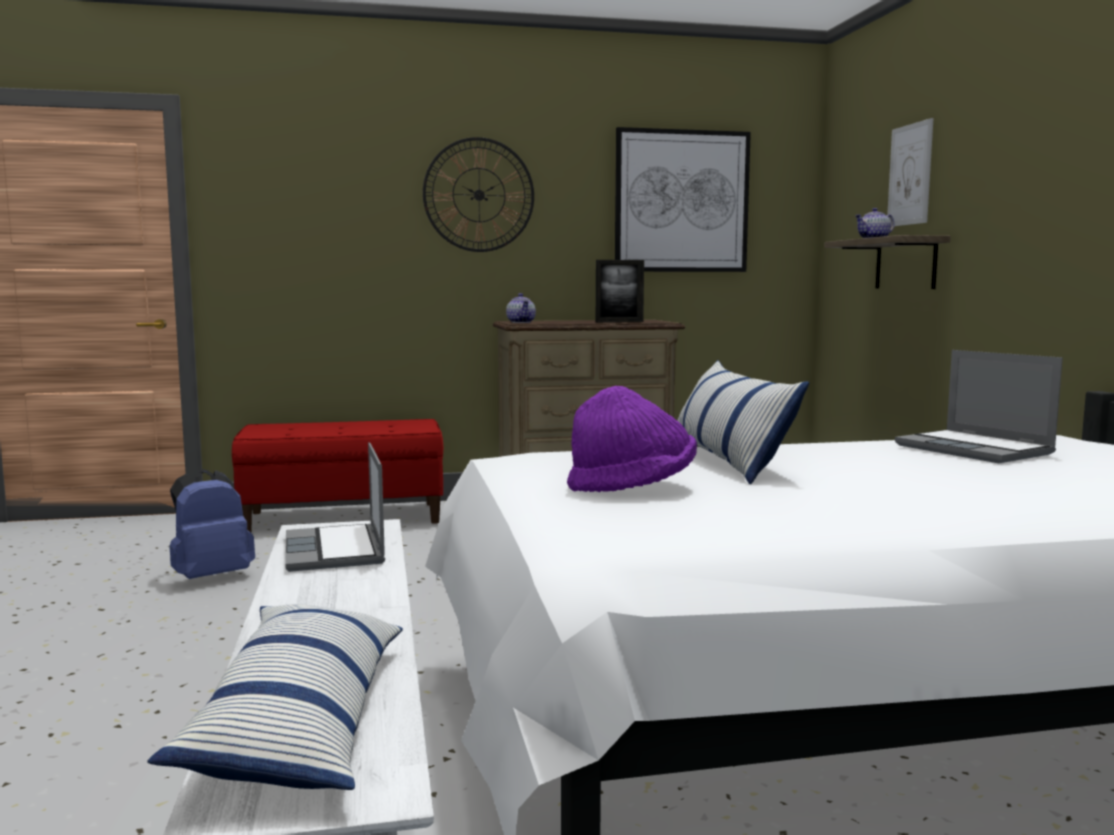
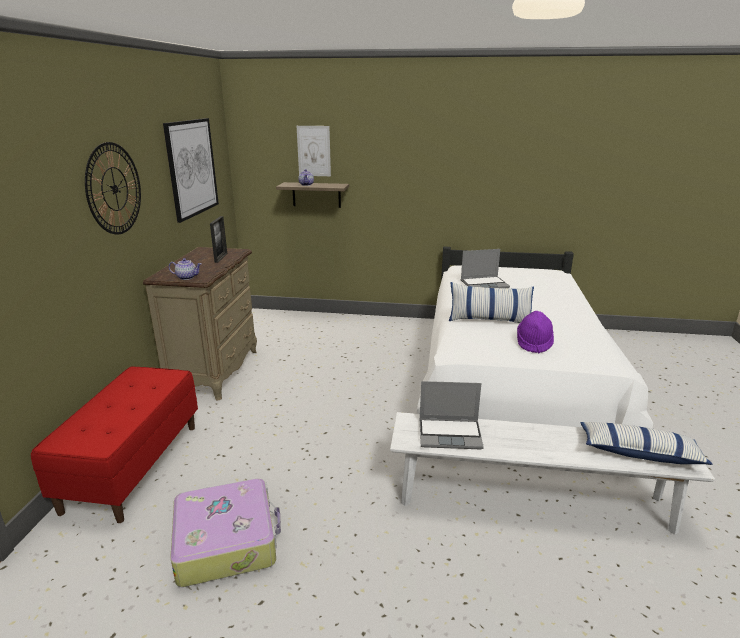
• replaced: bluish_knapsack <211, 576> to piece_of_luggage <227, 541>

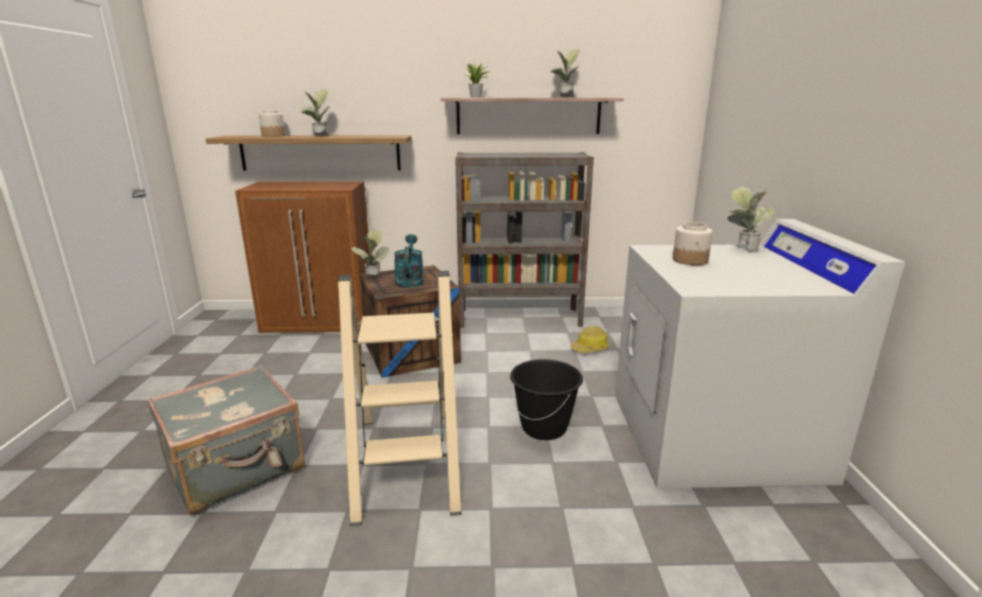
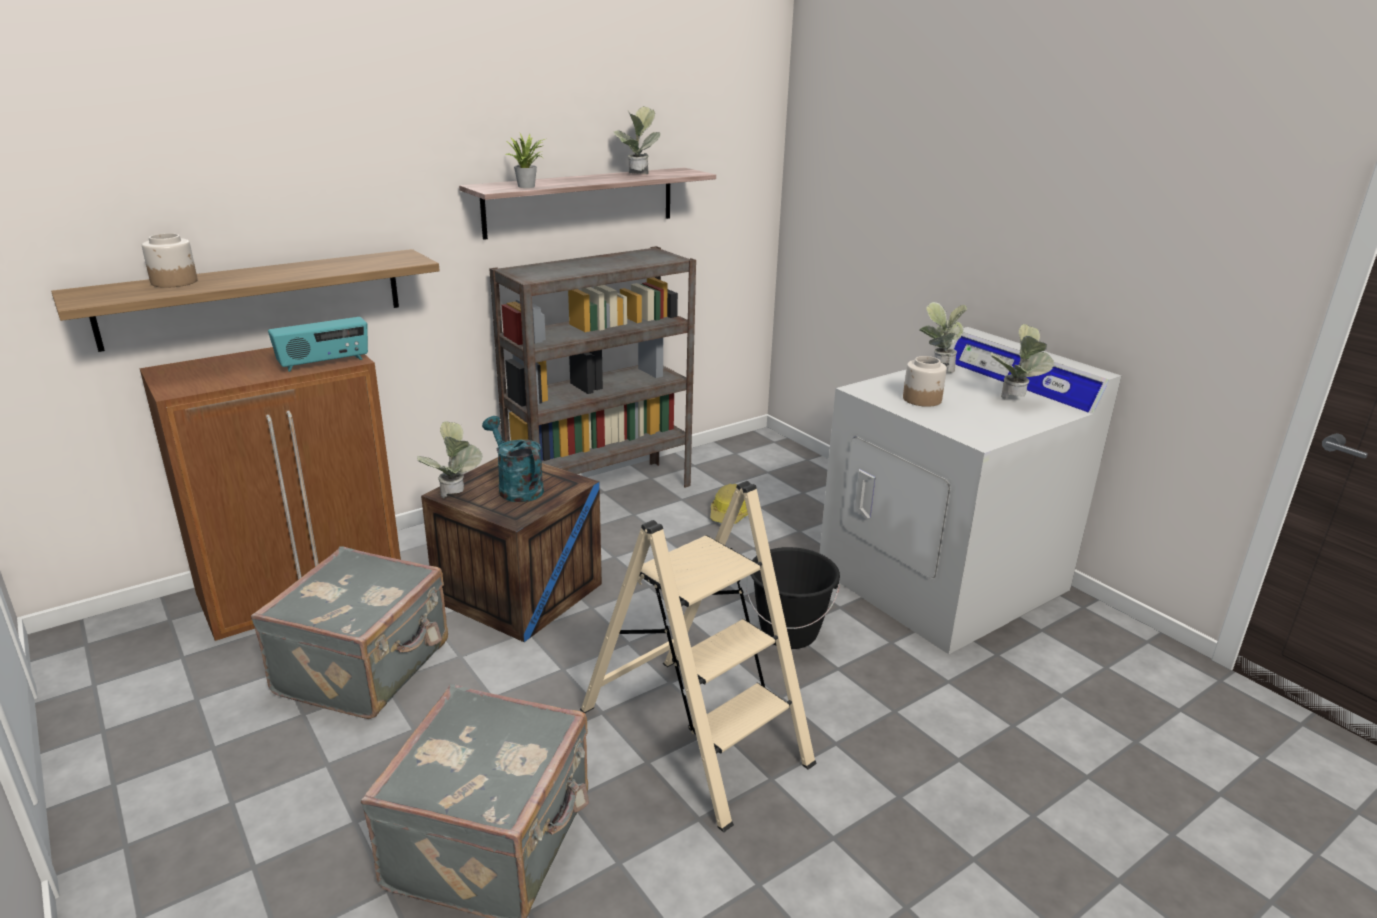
• added: greyish_piece_of_luggage <366, 668>
• added: radio_receiver <324, 363>
• moved: plant_in_a_pot <318, 136> to <1015, 401>

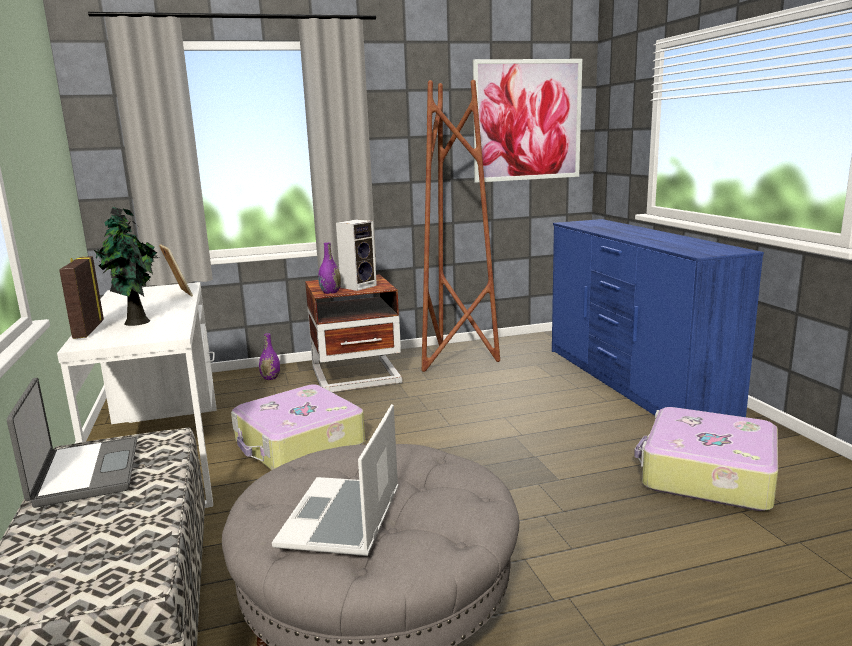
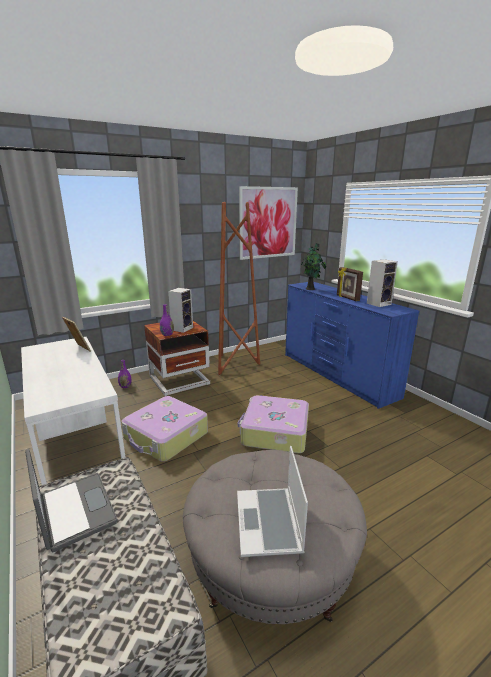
• moved: piece_of_luggage <706, 474> to <274, 432>
• moved: plant_in_a_pot <138, 322> to <311, 289>
• moved: standing_frame <87, 330> to <347, 298>
• added: loudspeaker <379, 303>

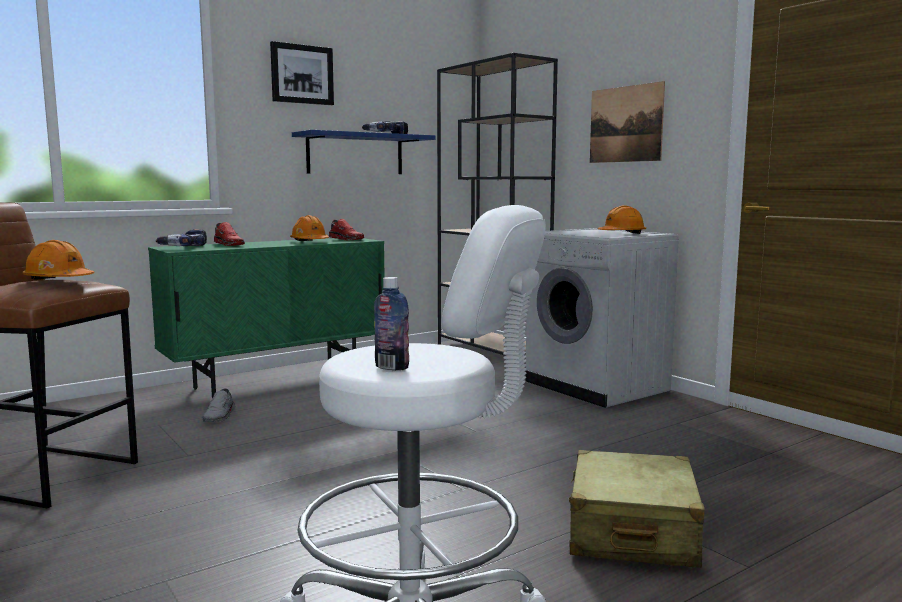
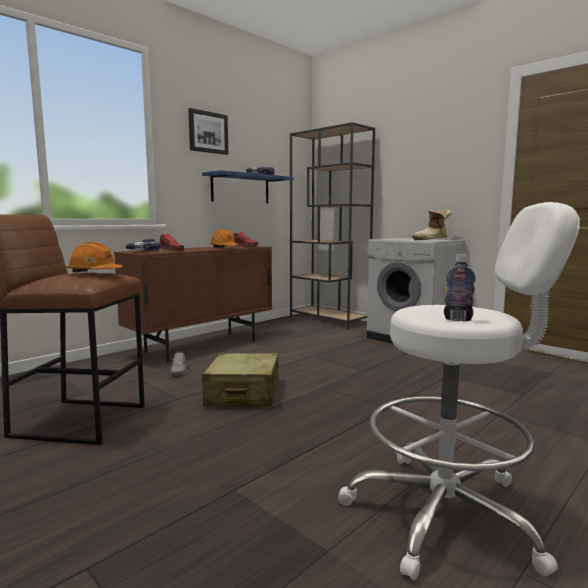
• recoloured: greenish_storage_cabinet <277, 383> to brown_storage_cabinet <202, 346>
• moved: sand-coloured_piece_of_luggage <632, 531> to <243, 394>
• replaced: orange_hard_hat <622, 234> to boot <432, 240>
• removed: wall_art <625, 124>

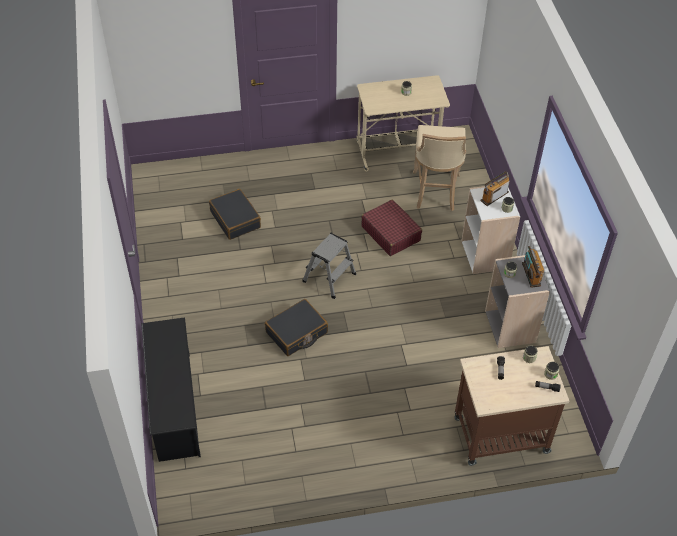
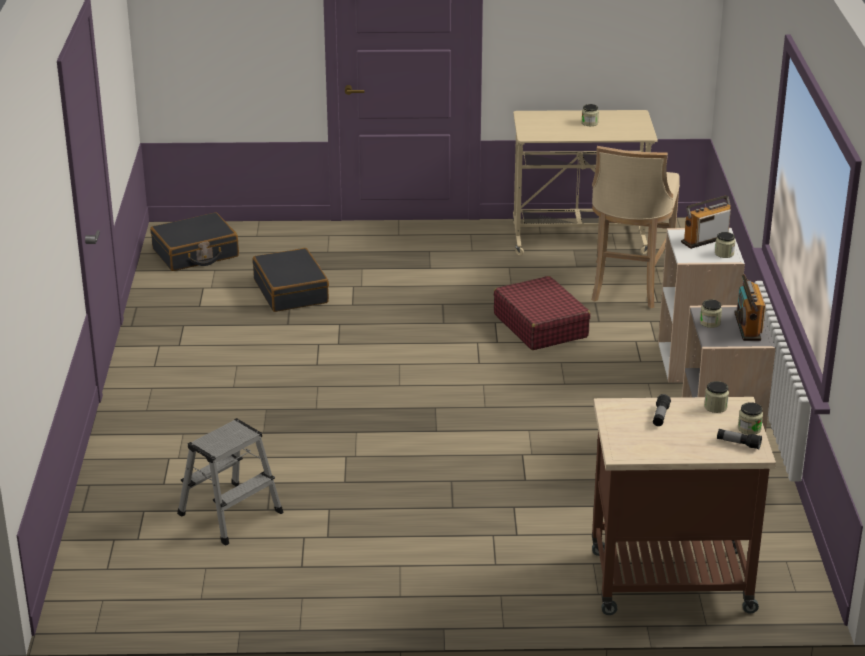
• moved: blackish_piece_of_luggage <296, 333> to <195, 253>
• moved: greyish_step_ladder <329, 277> to <230, 512>
• removed: blackish_shoe_shelf <174, 406>

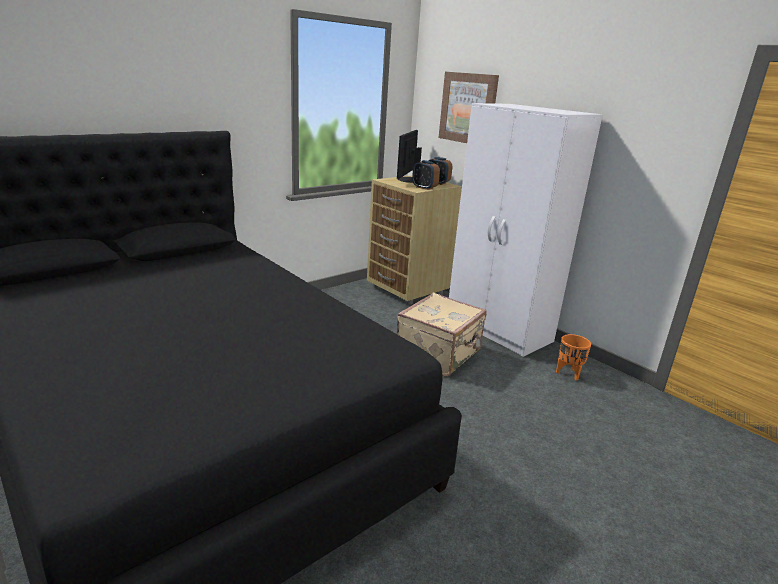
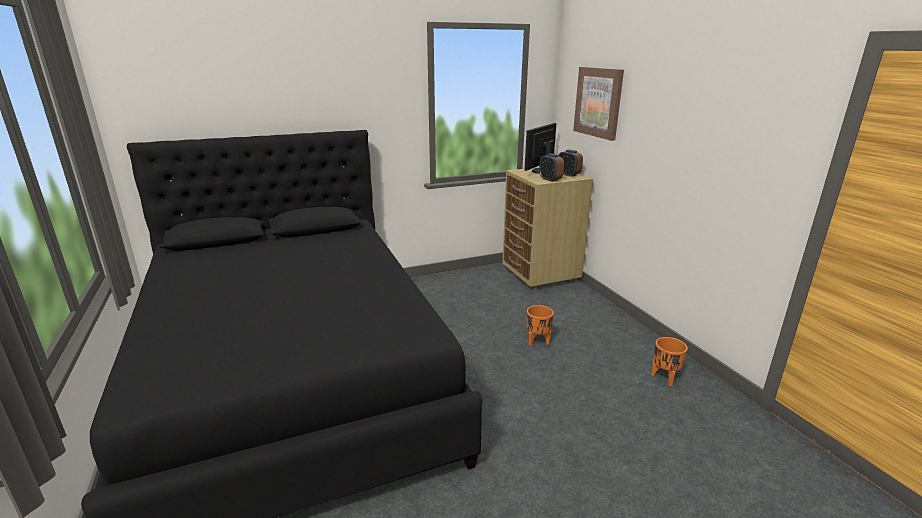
• replaced: sand-coloured_piece_of_luggage <439, 354> to orange_flower_pot <537, 341>
• removed: whitish_armoire <499, 330>

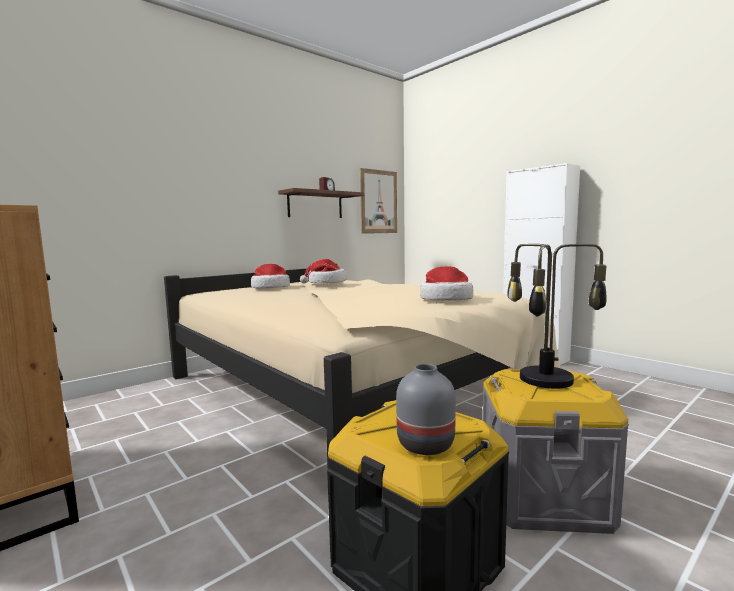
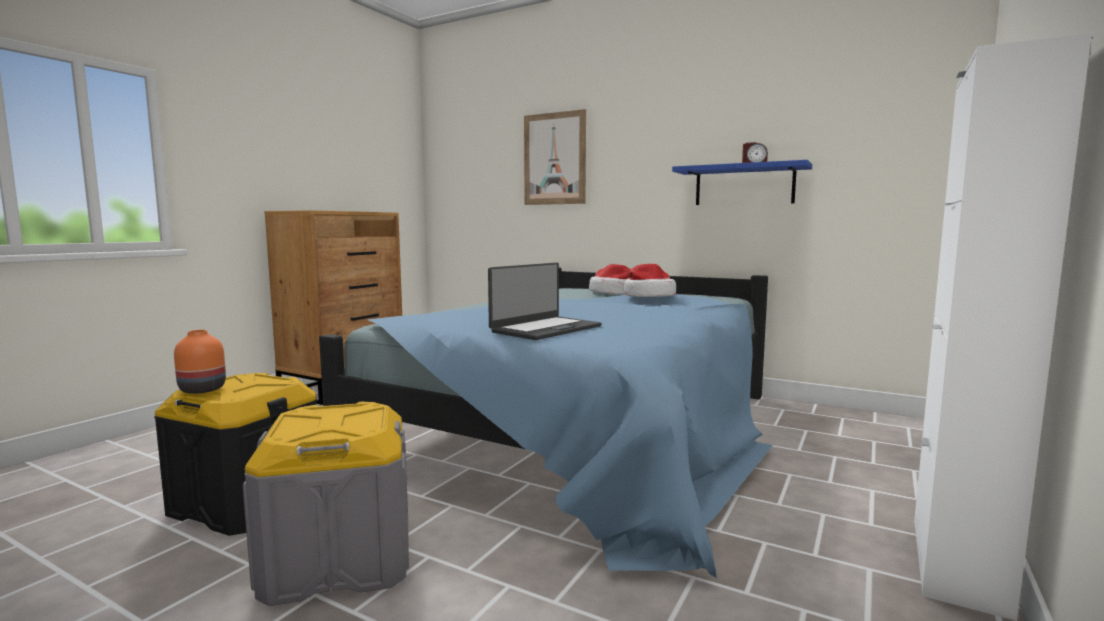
• recoloured: greyish_flower_vase <427, 444> to orange_flower_vase <202, 390>
• recoloured: sand-coloured_sleeping_bed <350, 387> to bluish_sleeping_bed <587, 431>
• replaced: wearable_hat <445, 299> to laptop <545, 329>
• moved: wall_art <378, 202> to <554, 159>
• recoloured: brown_wall_shelf <315, 205> to bluish_wall_shelf <744, 185>
• removed: tabletop_lamp <545, 379>

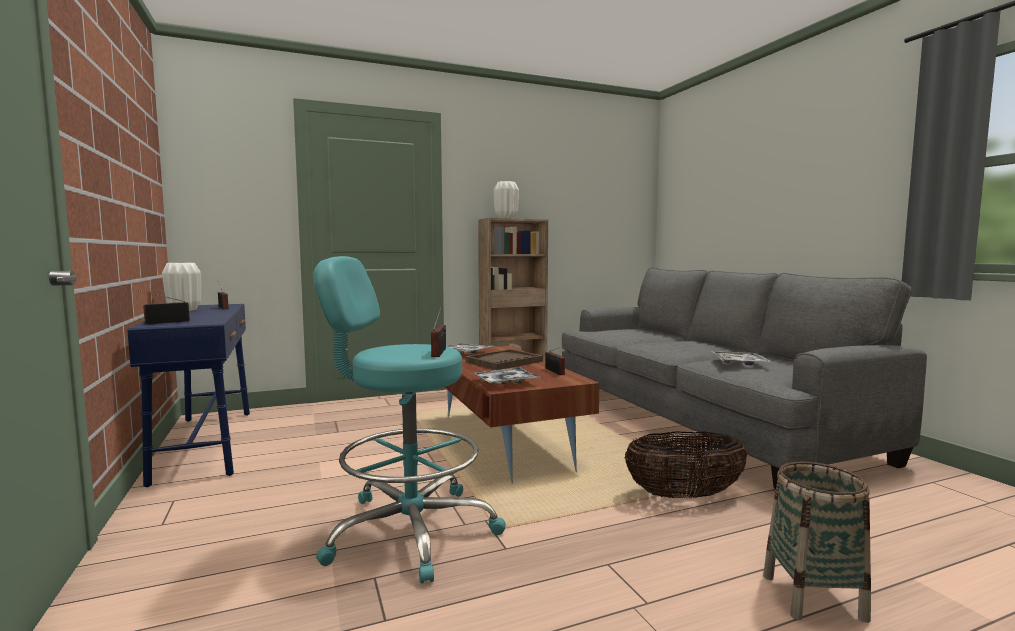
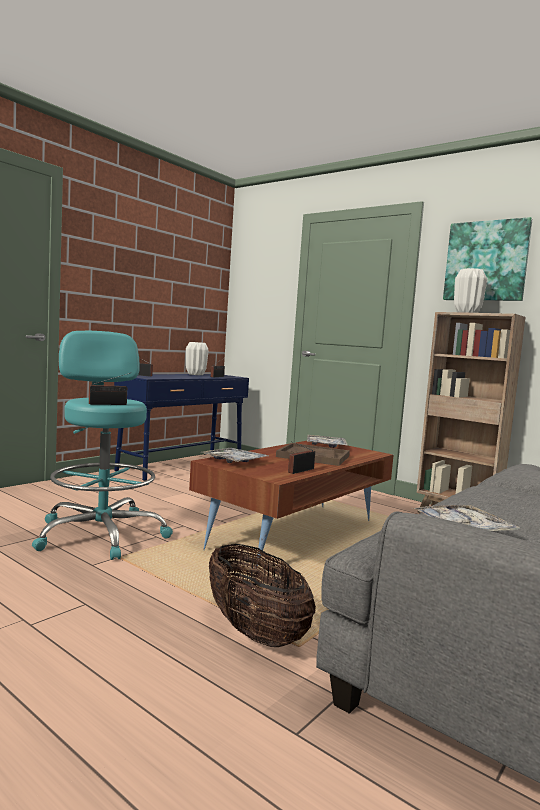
• added: wall_art <486, 261>
• removed: household_basket <813, 597>

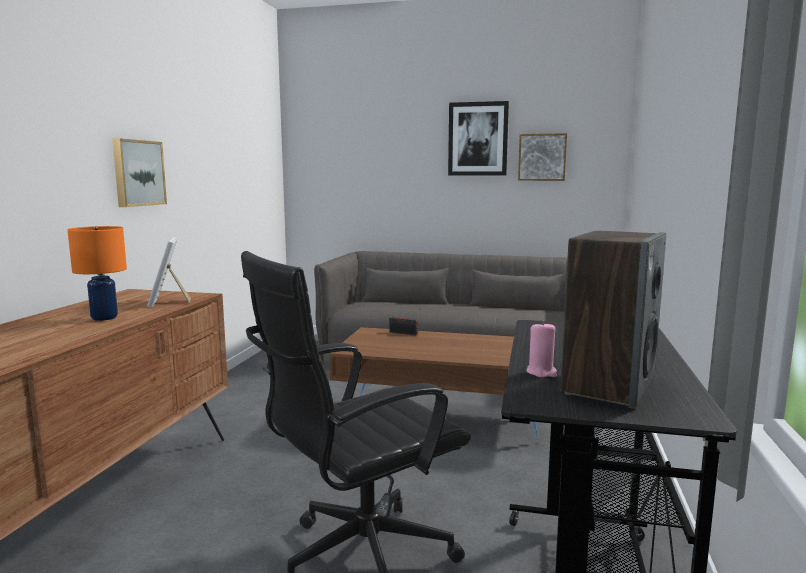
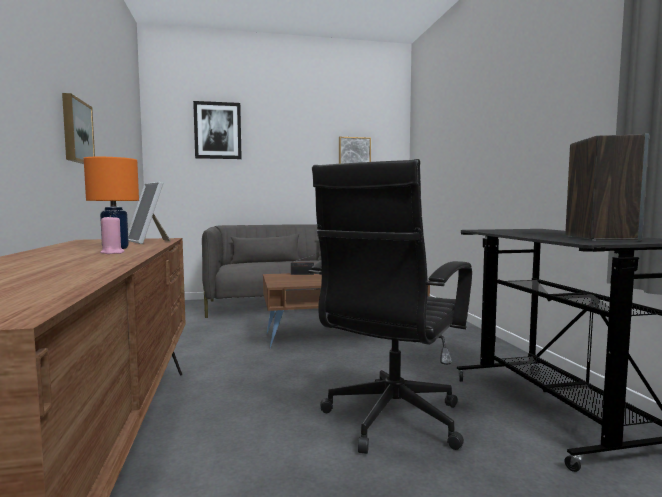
• moved: pink-coloured_candle <541, 372> to <112, 253>
• moved: wall_art <478, 139> to <217, 130>

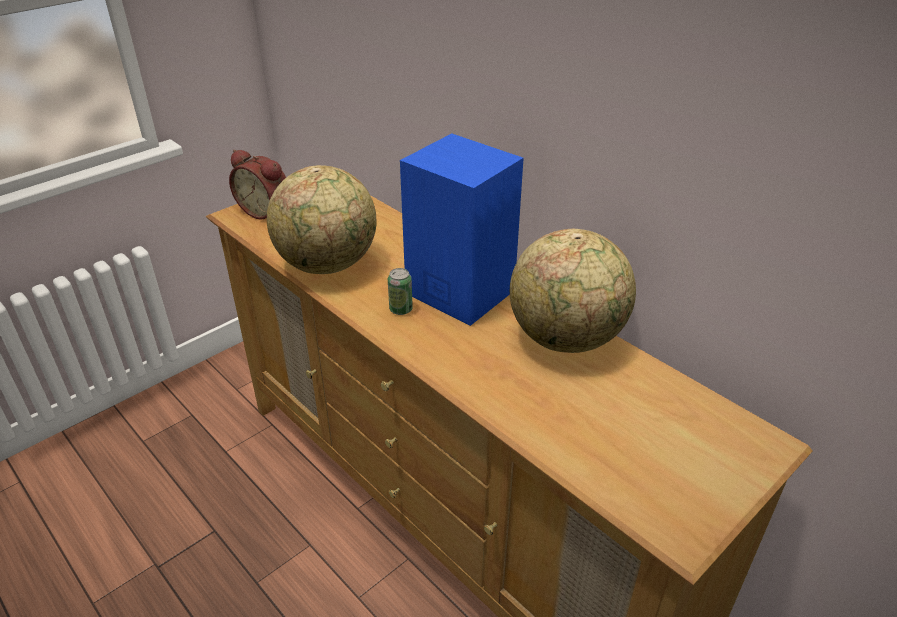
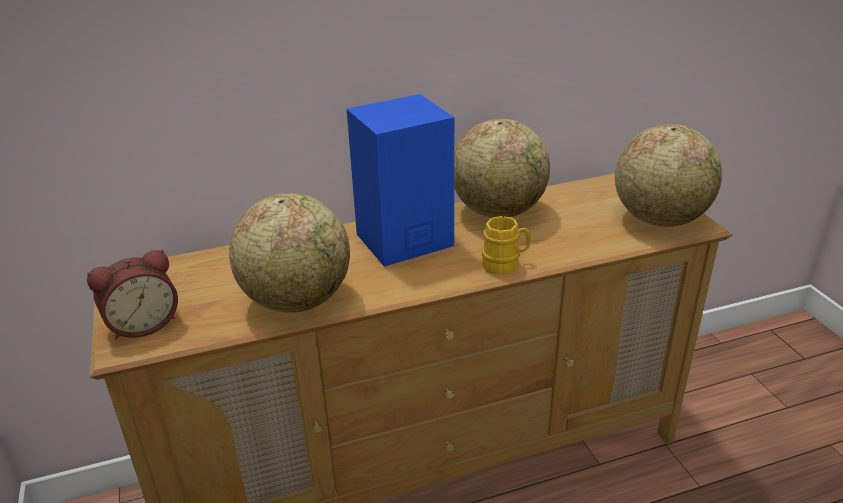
• added: yellow_coffee_mug <505, 264>
• added: globe <659, 219>
• removed: sealed_can <401, 309>

